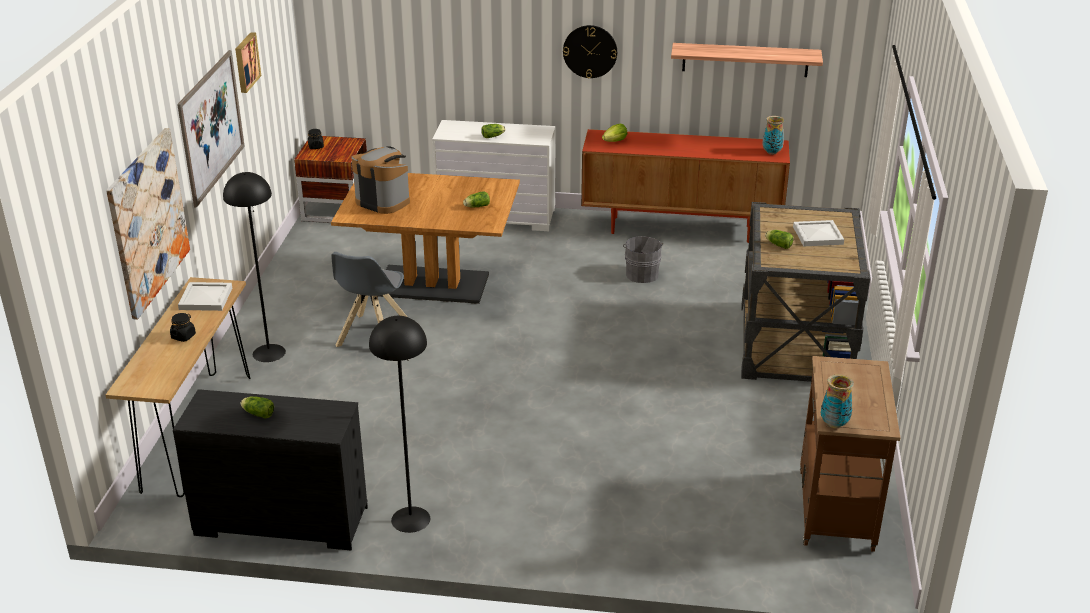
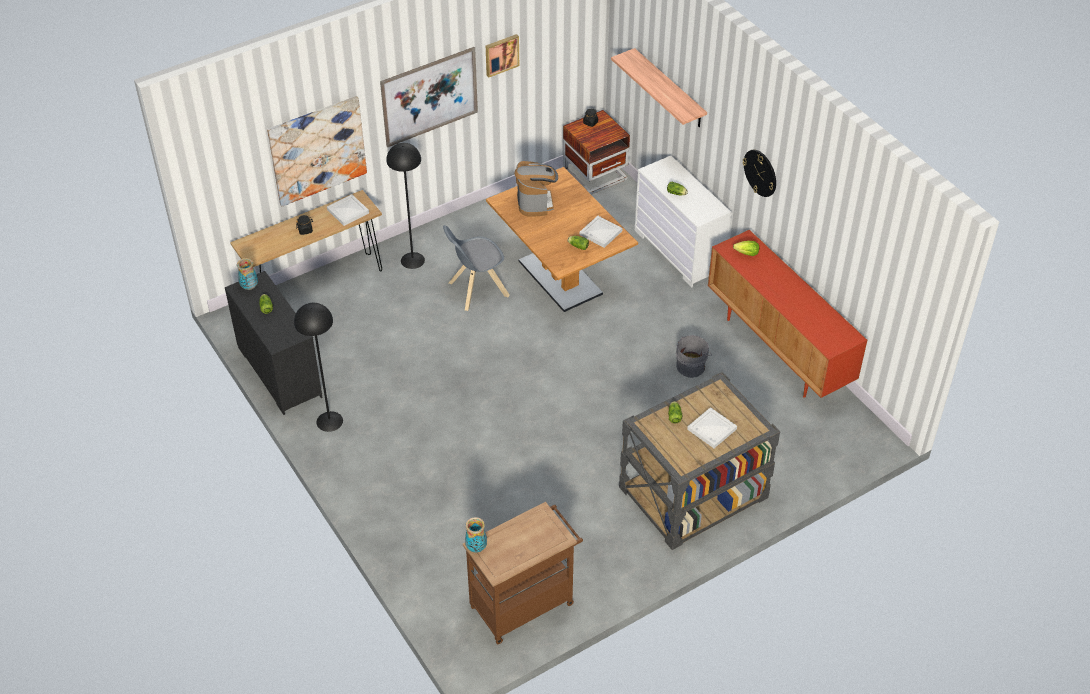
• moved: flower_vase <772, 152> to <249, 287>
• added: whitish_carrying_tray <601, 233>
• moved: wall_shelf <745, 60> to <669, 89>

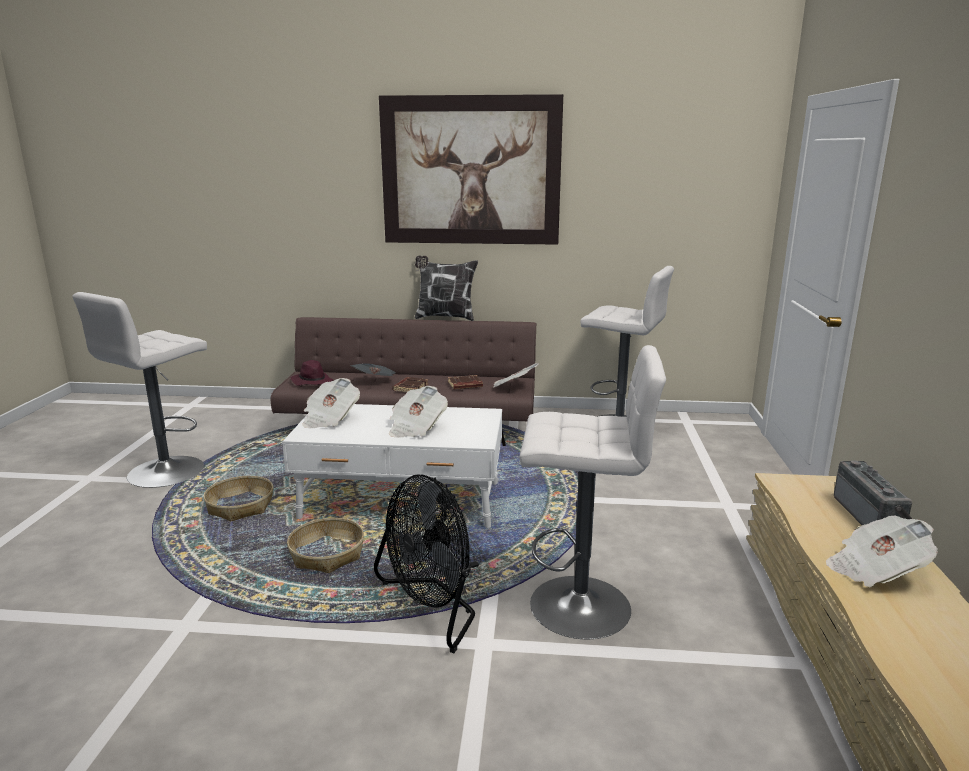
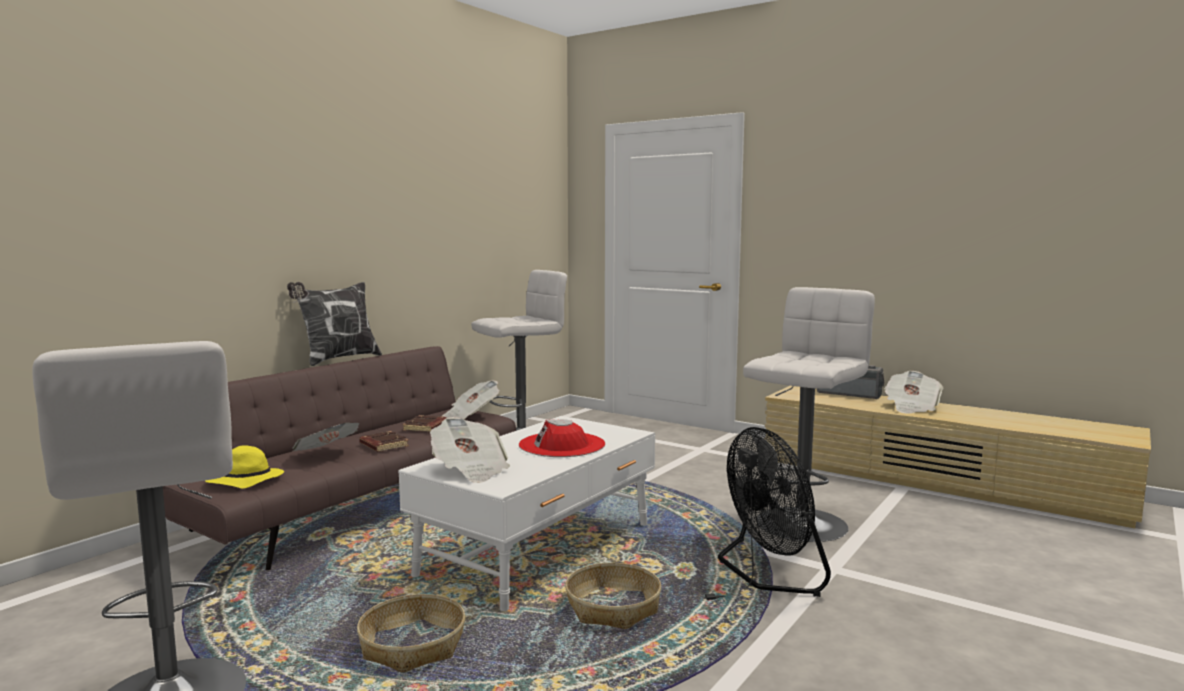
• recoloured: purple-coloured_wearable_hat <312, 382> to yellow_wearable_hat <244, 481>
• replaced: newspaper <416, 428> to reddish_wearable_hat <562, 445>
• turned: blackish_electric_fan <436, 603> = <756, 573> 105 degrees counterclockwise
• removed: wall_art <471, 171>

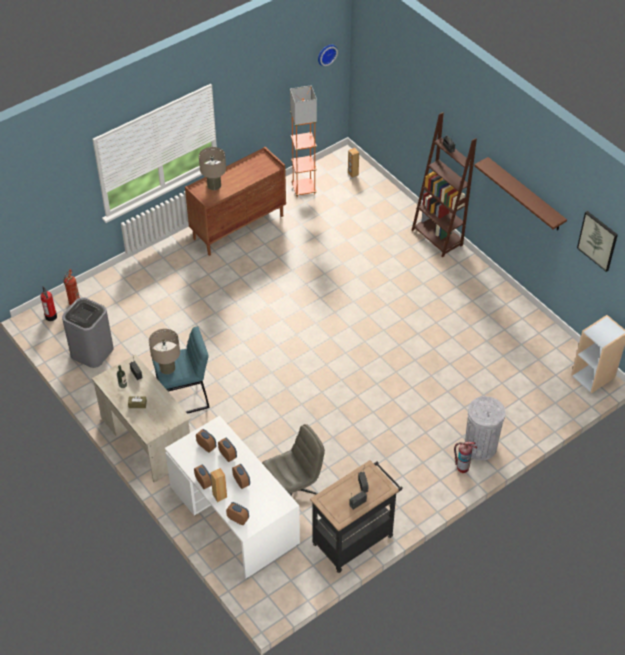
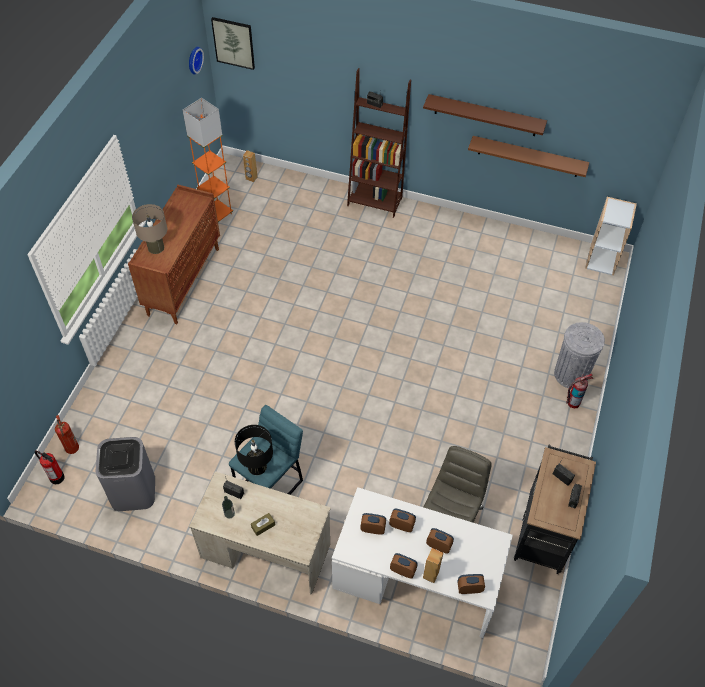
• moved: wall_art <598, 240> to <234, 42>
• recoloured: sand-coloured_tabletop_lamp <167, 368> to blackish_tabletop_lamp <257, 466>
• added: brown_wall_shelf <528, 156>

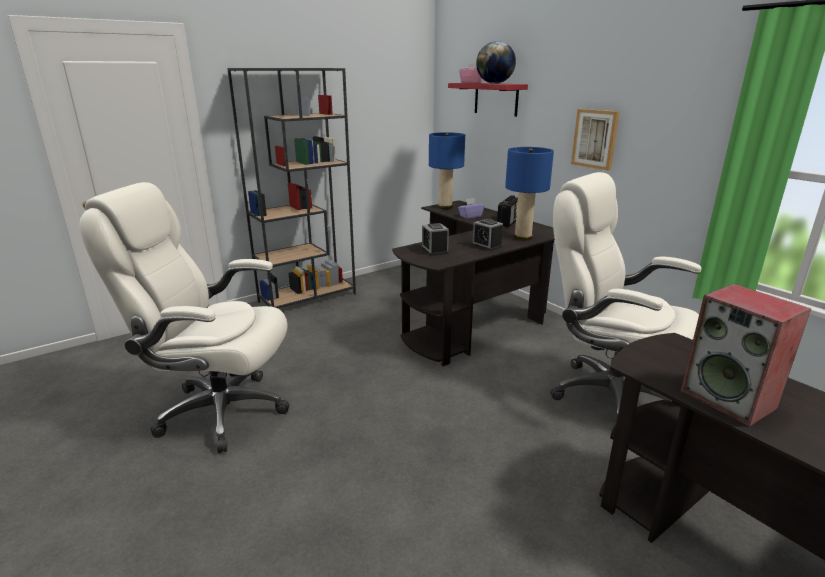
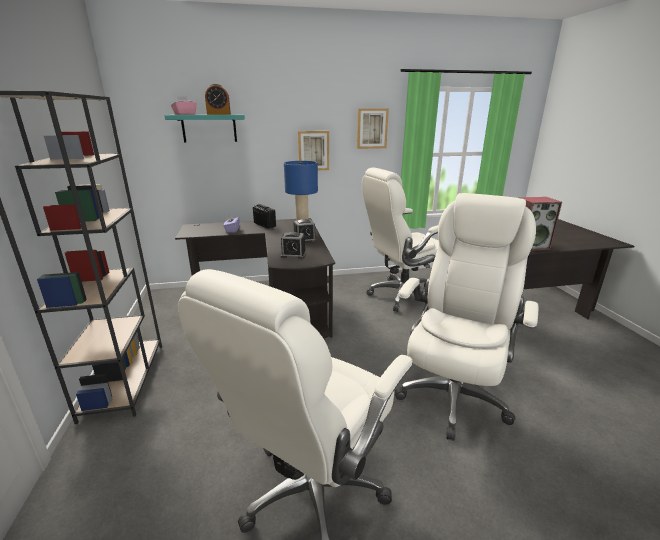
• recoloured: reddish_wall_shelf <496, 99> to turquoise-coloured_wall_shelf <209, 128>
• replaced: globe <494, 83> to bedside_clock <219, 114>
• added: wall_art <371, 128>
• added: whitish_office_chair <453, 396>
• removed: bluish_tabletop_lamp <445, 207>

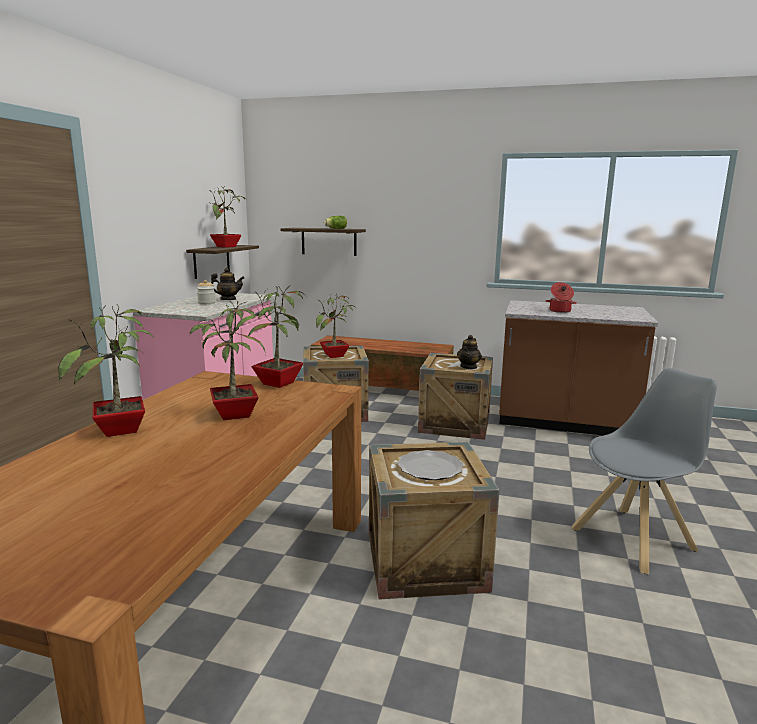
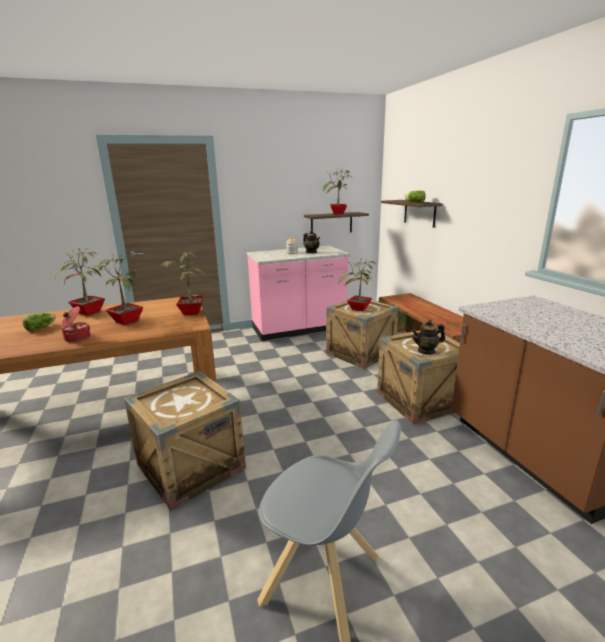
• added: lettuce <42, 327>
• moved: saucepot <560, 311> to <76, 338>
• removed: plate <430, 468>

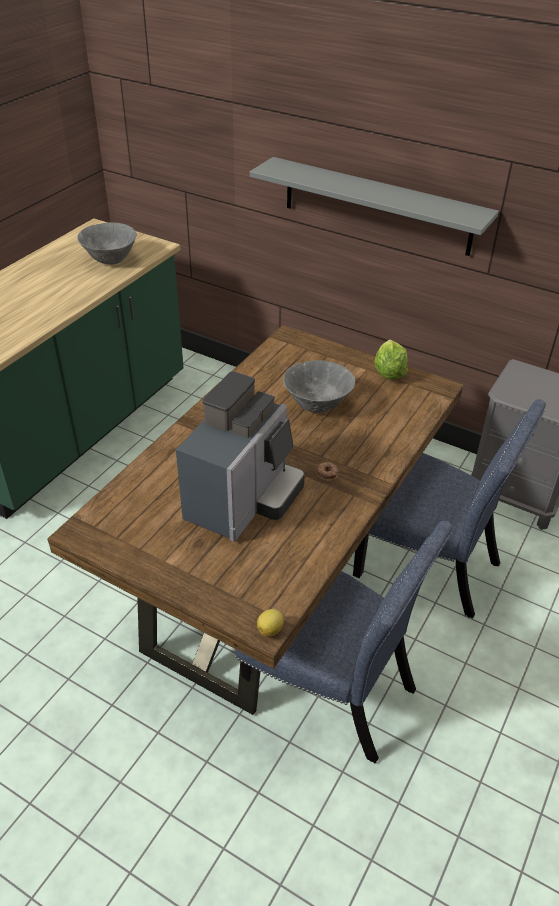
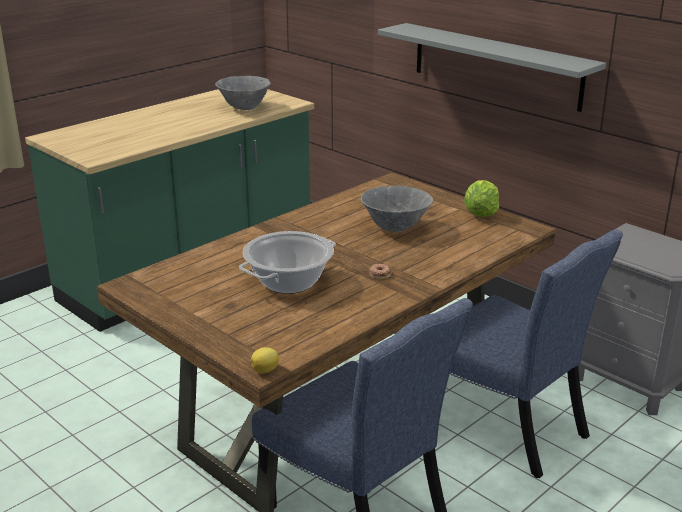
• replaced: coffee_maker <244, 499> to saucepot <289, 282>

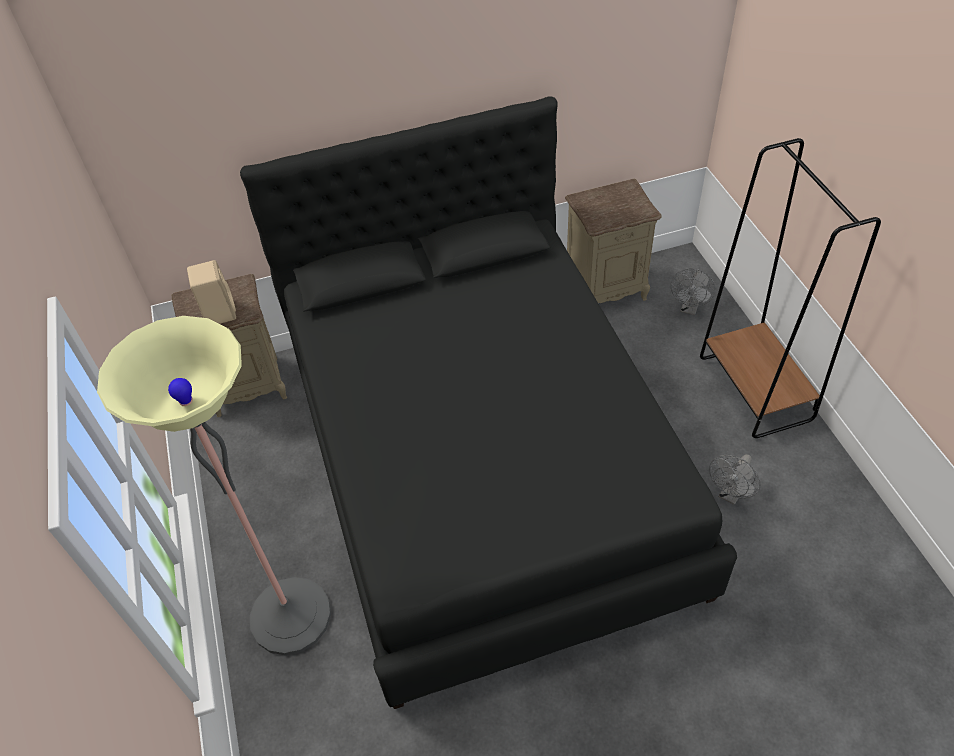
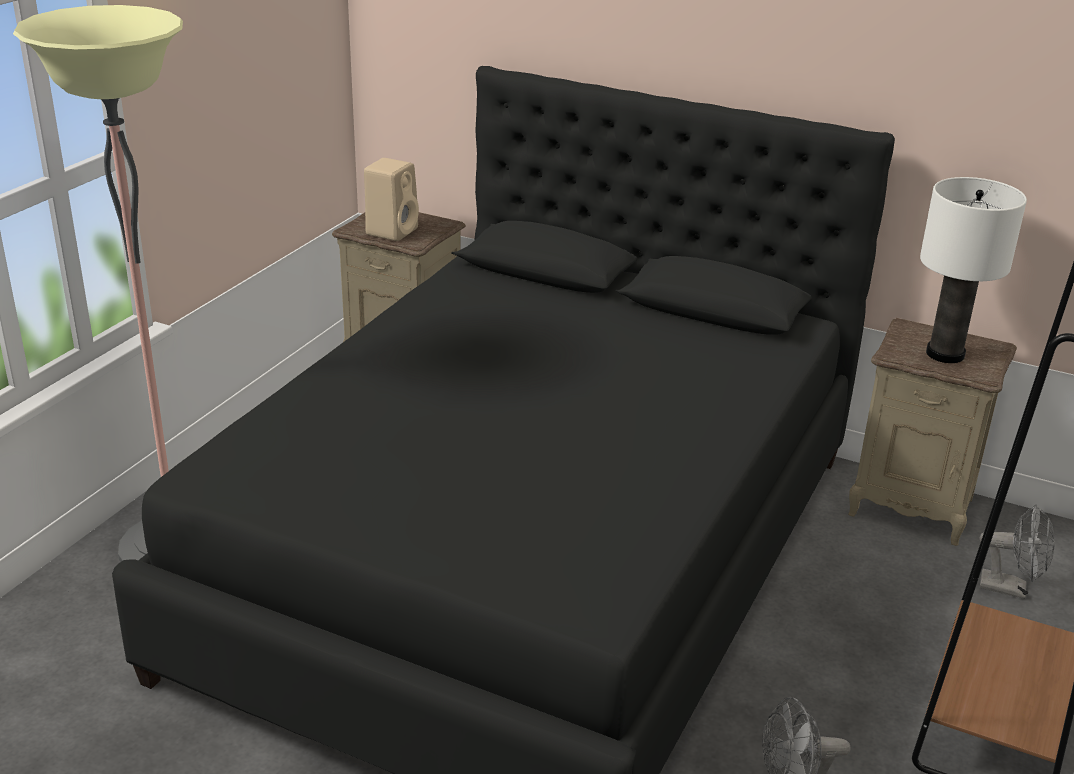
• added: whitish_tabletop_lamp <944, 354>
• turned: greyish_electric_fan <689, 308> = <1011, 588> 135 degrees counterclockwise

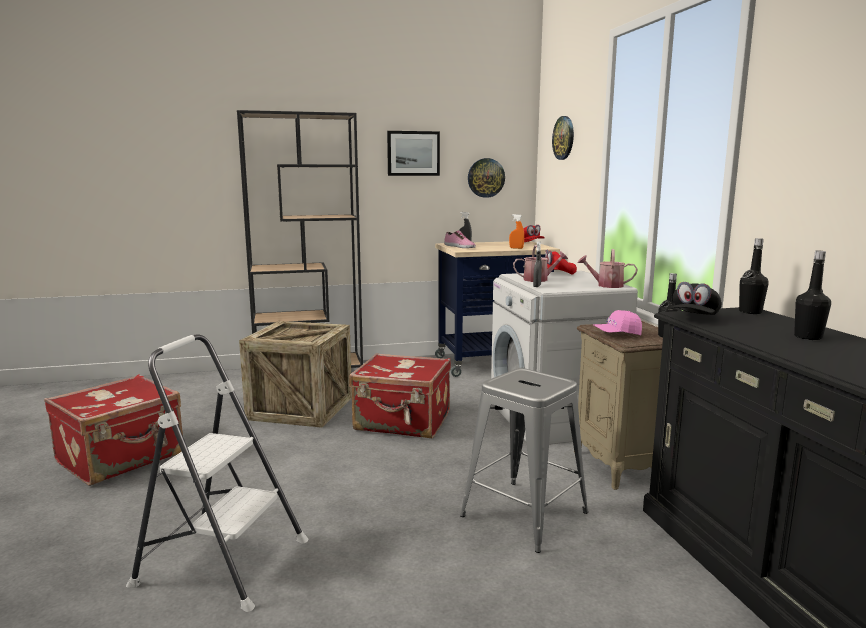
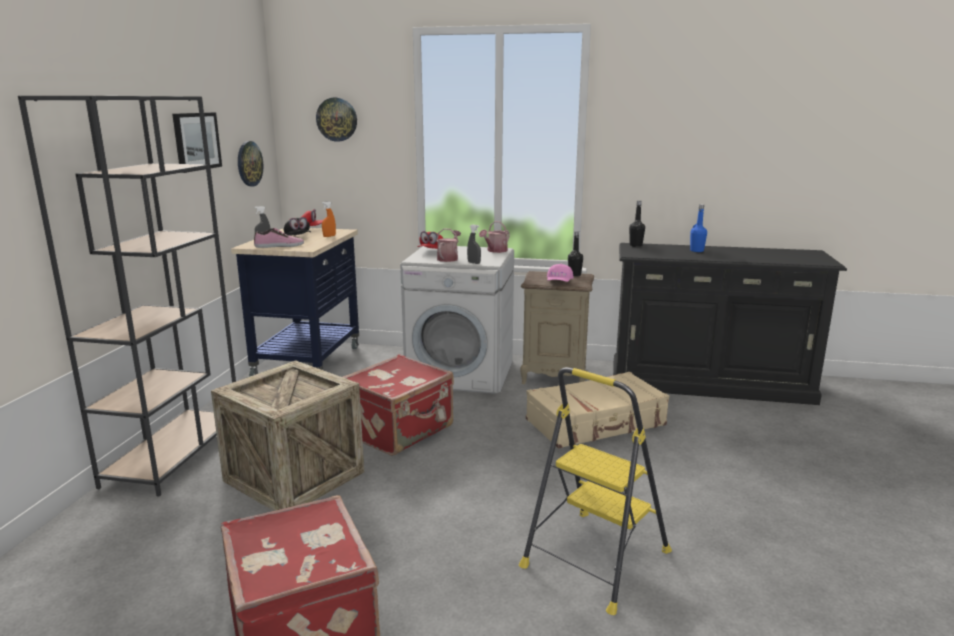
• moved: blackish_cap <694, 318> to <298, 237>
• recoloured: whitish_step_ladder <218, 560> to yellow_step_ladder <593, 559>
• replaced: greyish_stool <524, 514> to sand-coloured_piece_of_luggage <596, 423>
• recoloured: blackish_beverage_bottle <808, 337> to bluish_beverage_bottle <696, 250>

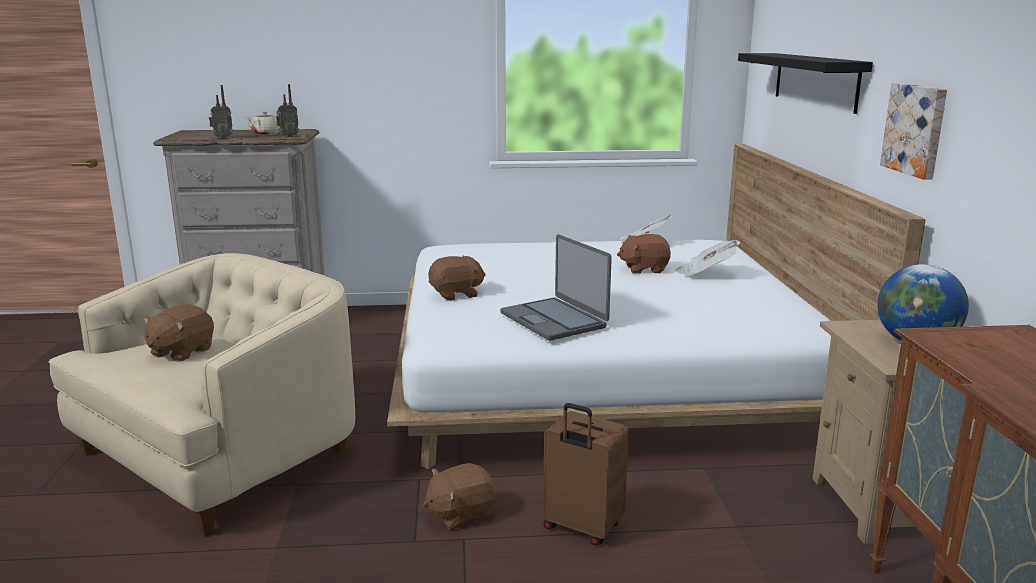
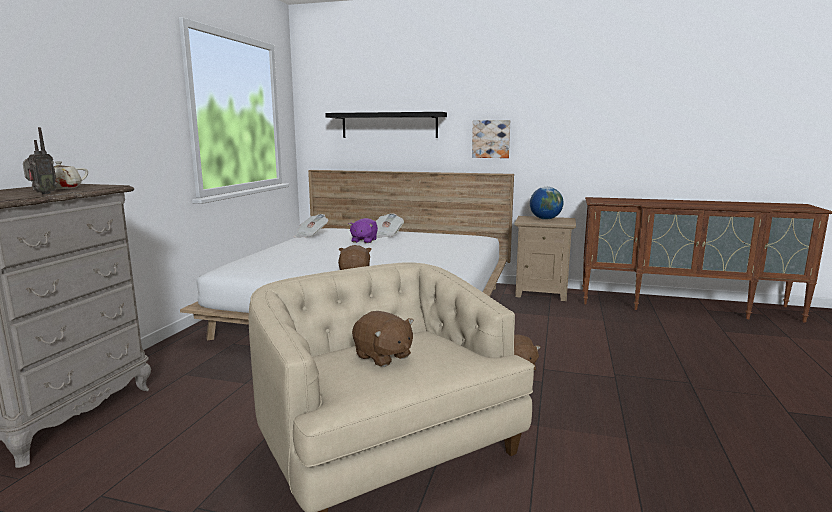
• recoloured: brown_soft_toy <644, 269> to purple-coloured_soft_toy <364, 241>
• removed: radio_receiver <288, 136>
• removed: laptop <554, 320>
• removed: brown_piece_of_luggage <581, 528>

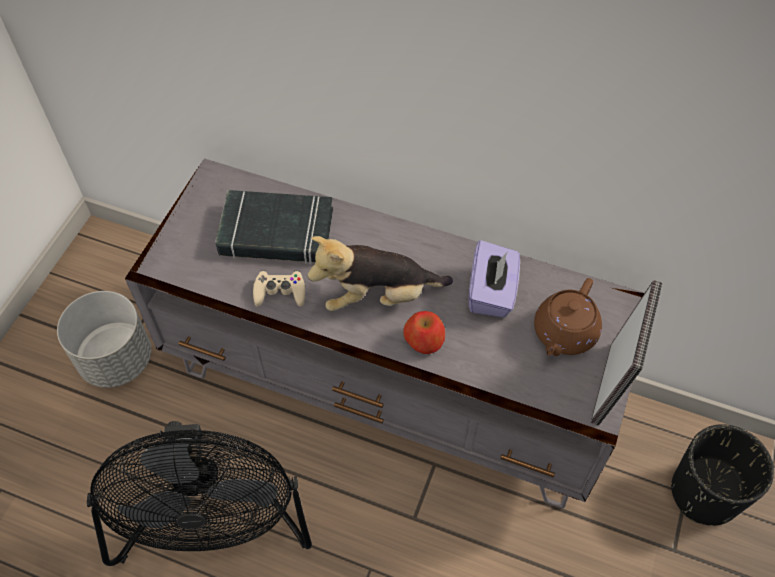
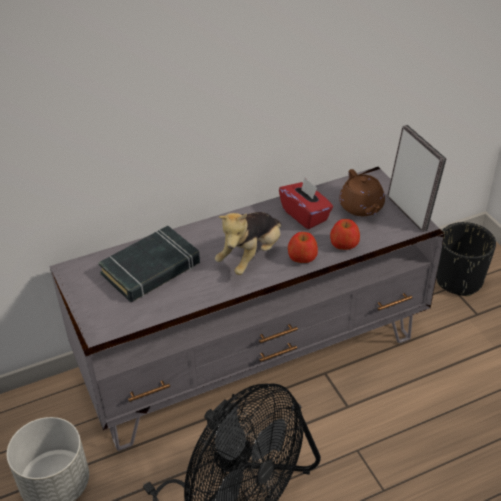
• recoloured: purple-coloured_tissue_box <492, 292> to reddish_tissue_box <305, 215>
• added: apple <344, 244>
• removed: sand-coloured_game_controller <280, 292>

